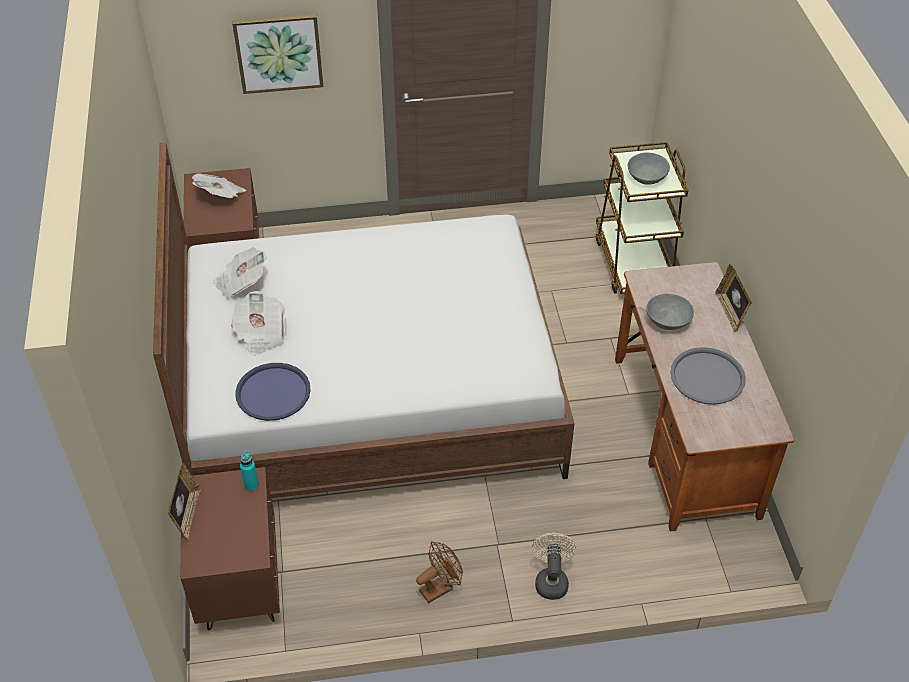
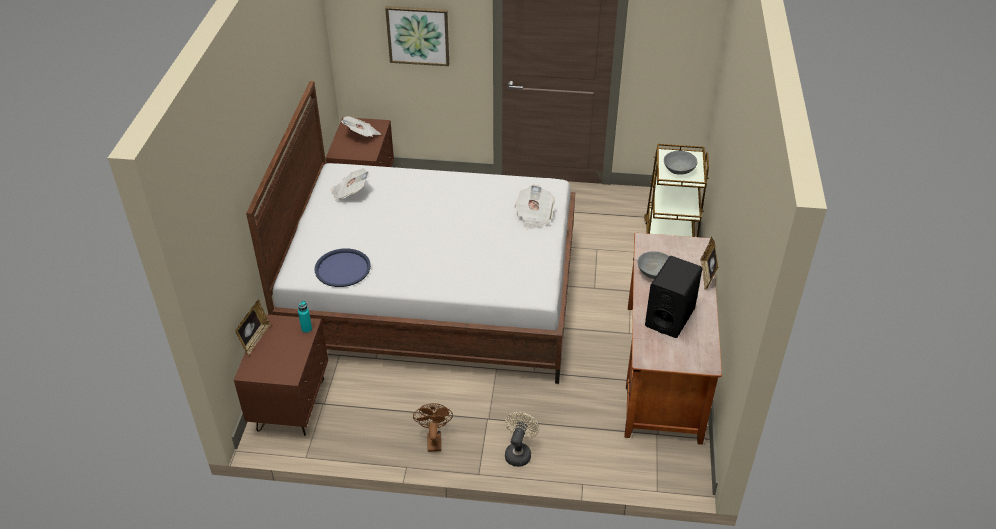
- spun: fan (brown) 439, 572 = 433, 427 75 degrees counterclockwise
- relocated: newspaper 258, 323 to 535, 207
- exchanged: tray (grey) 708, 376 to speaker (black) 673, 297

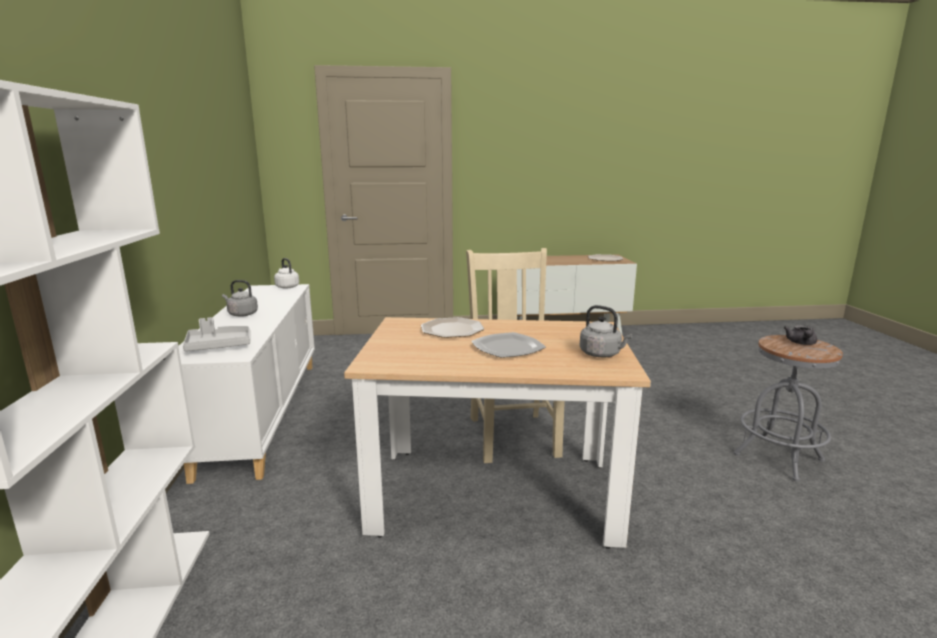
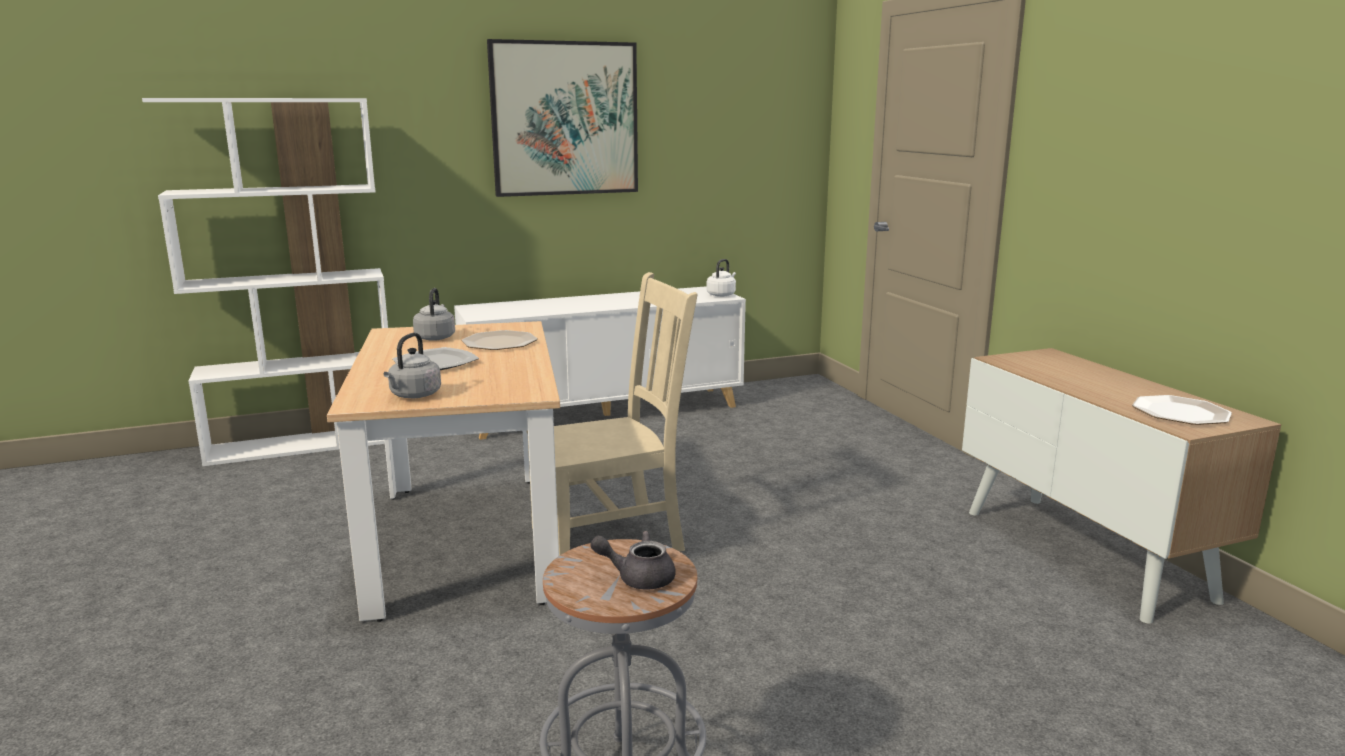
- relocated: kettle (grey) 240, 298 to 434, 314
- appeared: picture 562, 118
- missing: tray (grey) 216, 334

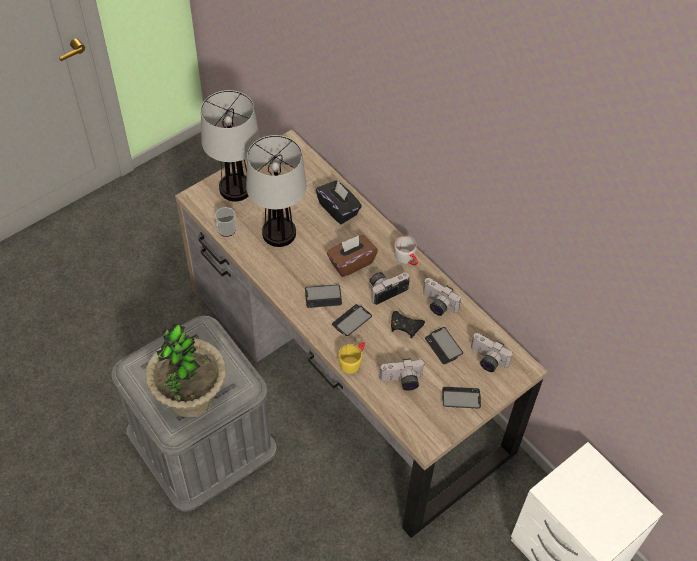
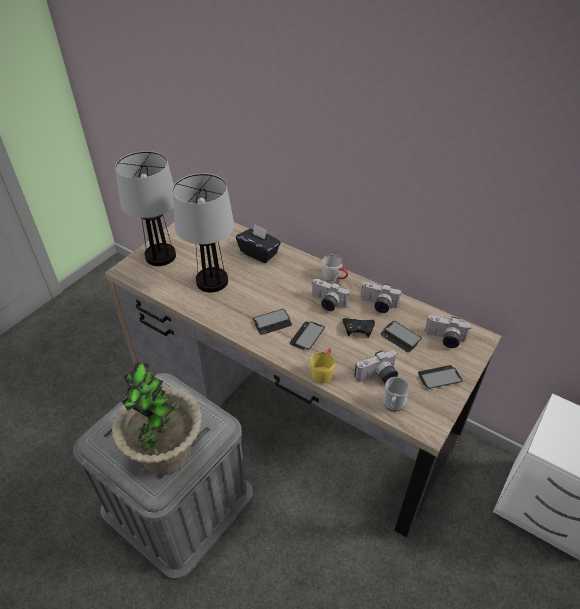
- spun: photo camera 390, 288 = 330, 295 105 degrees counterclockwise
- relocated: mug 225, 222 to 396, 394
- missing: tissue box (brown) 352, 256

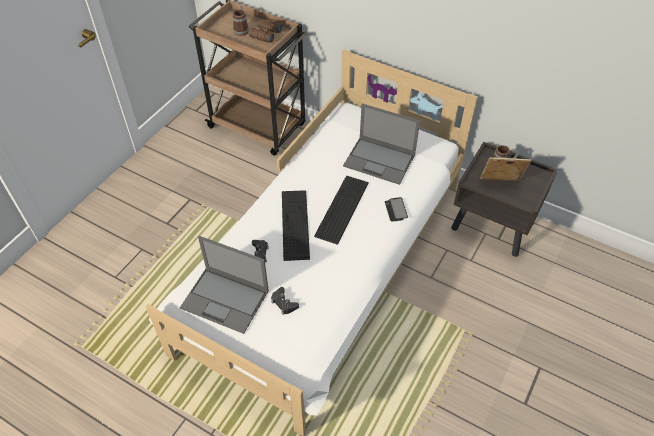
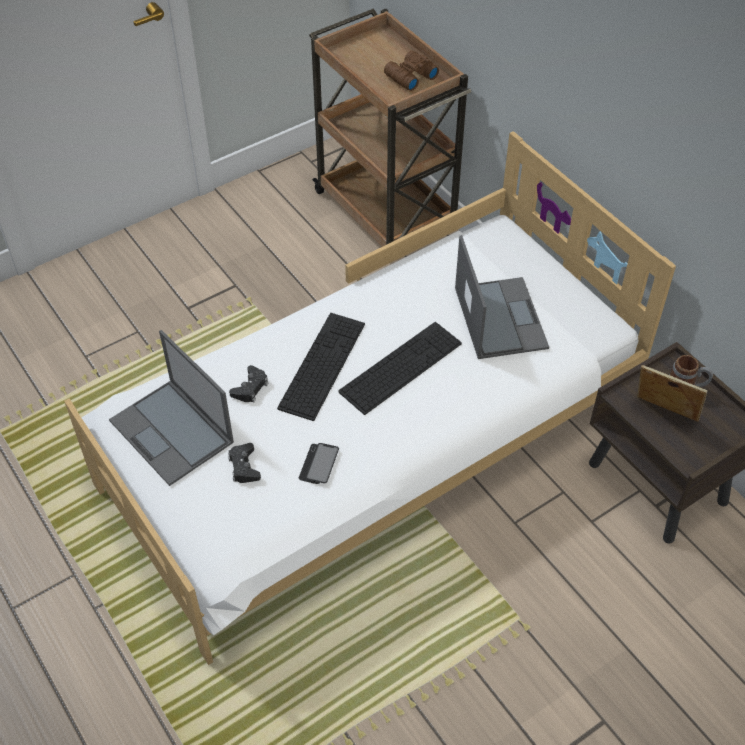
- relocated: phone 396, 209 to 319, 463
- spun: laptop 381, 144 = 502, 297 150 degrees counterclockwise
- missing: mug 241, 21

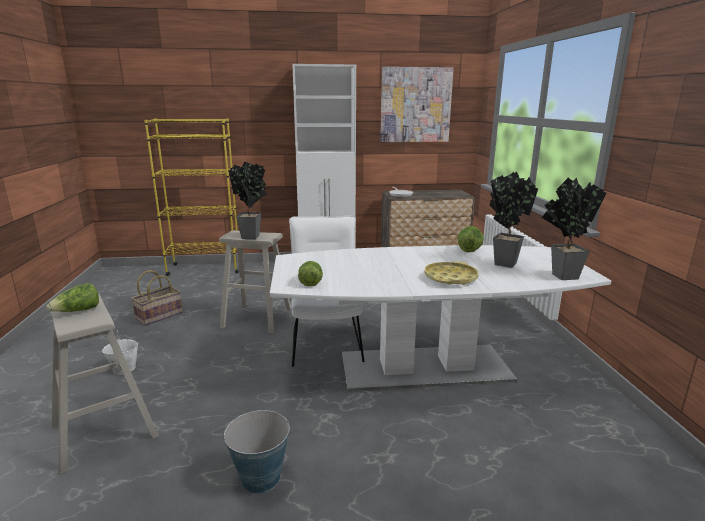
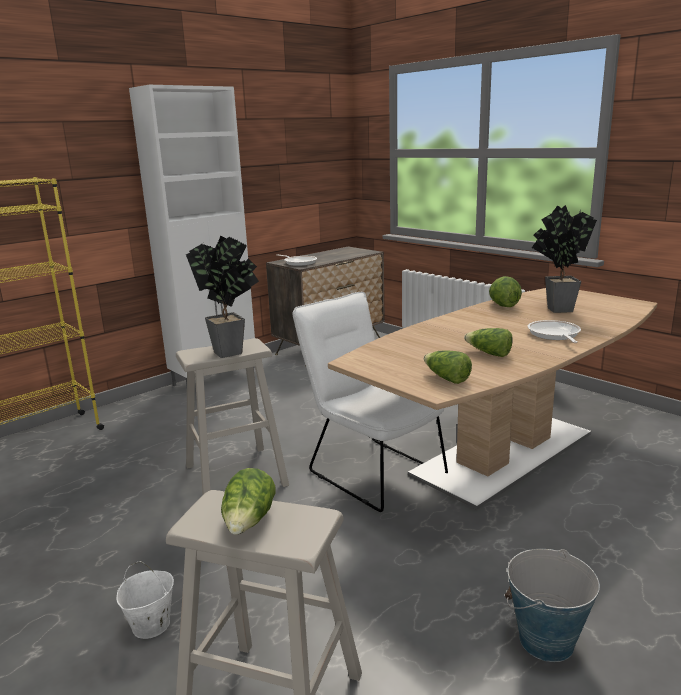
- colour: dining table (white) 440, 318 to dining table (brown) 492, 399
- appeared: lettuce 488, 342
- exchanged: tray (yellow) 451, 273 to frying pan 554, 331
- missing: basket 157, 298
- missing: picture 417, 104
- missing: potted plant 574, 229

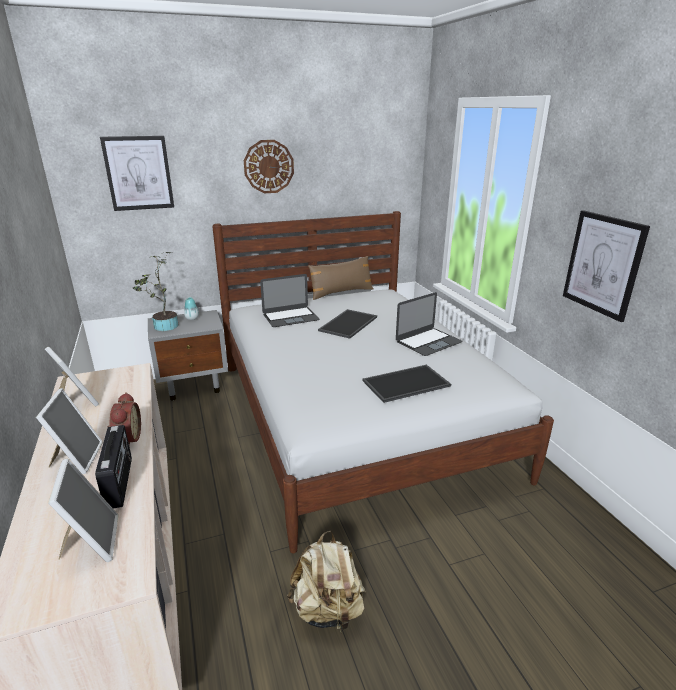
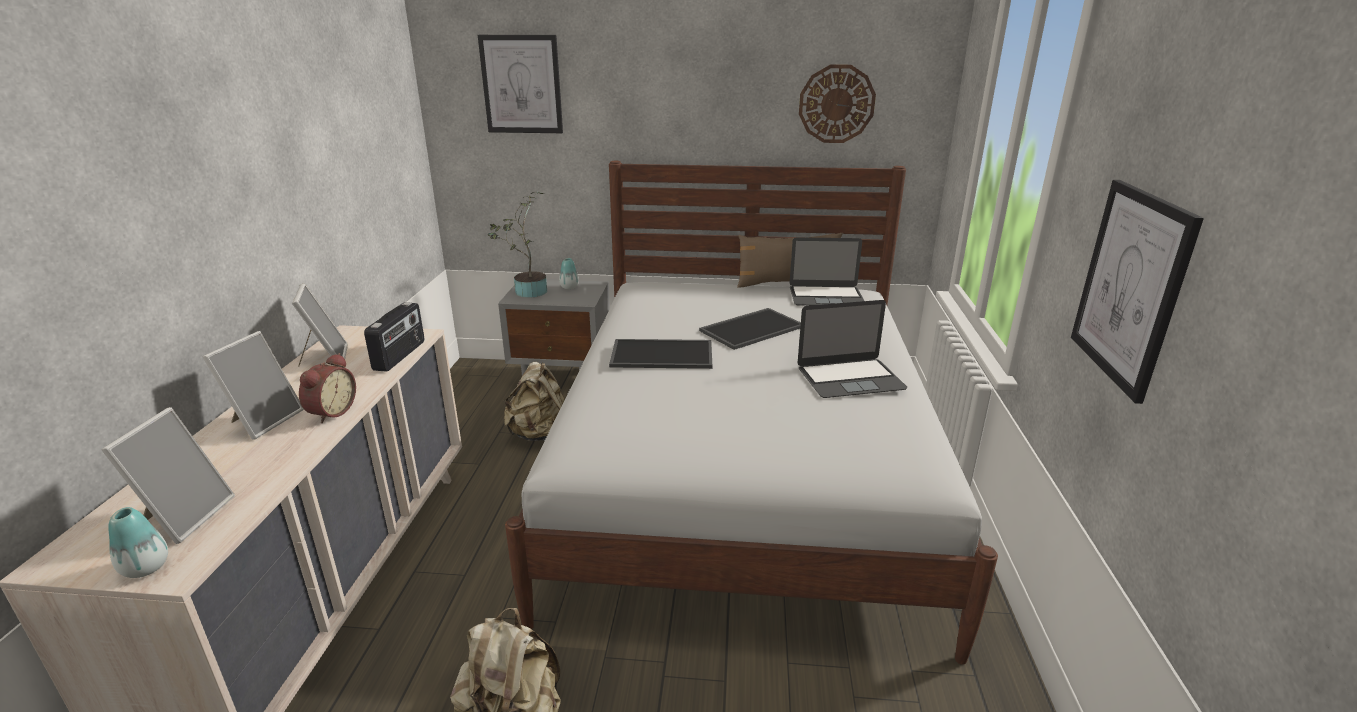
- appeared: vase 138, 542
- relocated: radio 113, 466 to 394, 337
- appeared: backpack (beige) 534, 401
- relocated: tray 407, 384 to 661, 354
- relocated: laptop 289, 300 to 827, 271
- relocated: wall clock 269, 166 to 837, 104

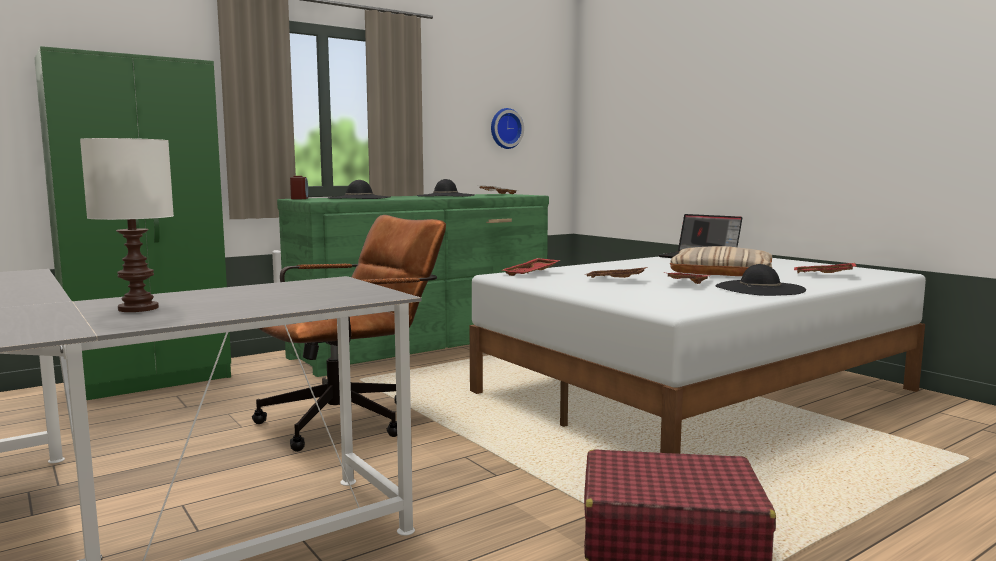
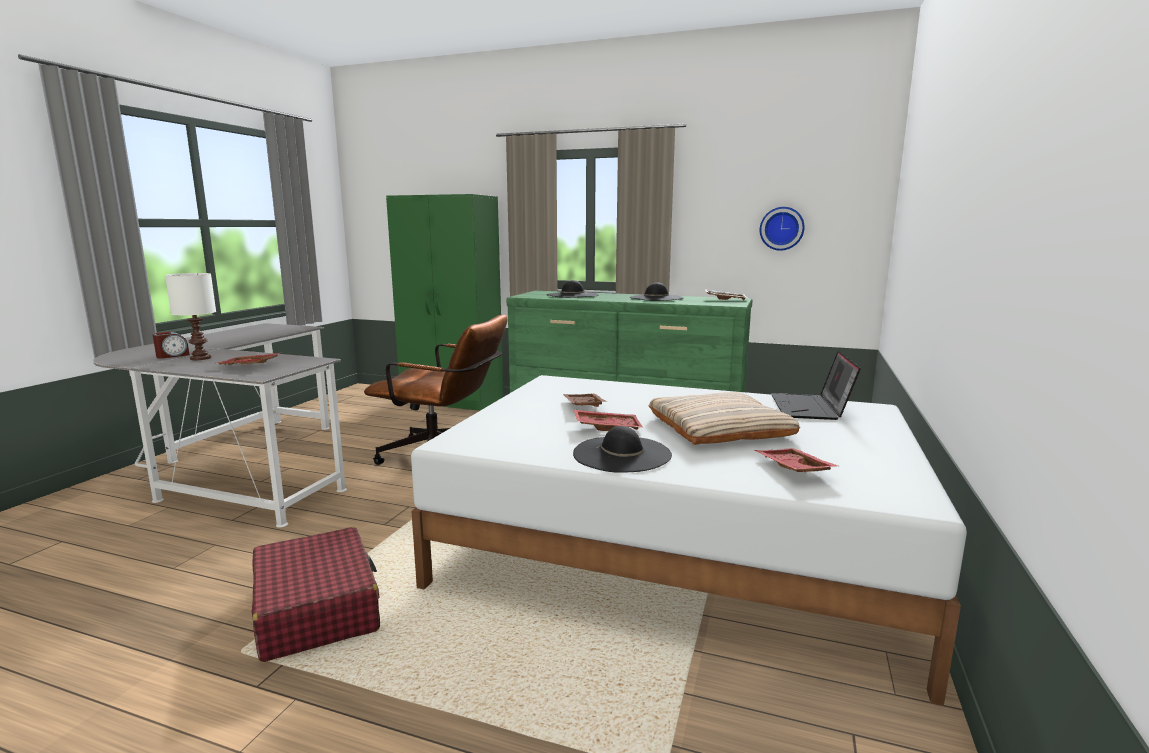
- relocated: alarm clock 299, 187 to 171, 345
- relocated: tray (red) 531, 267 to 250, 358

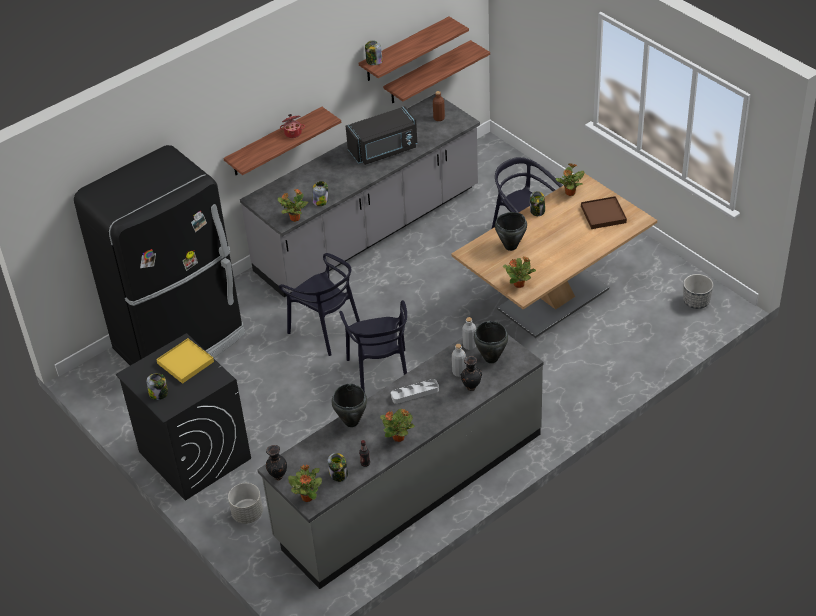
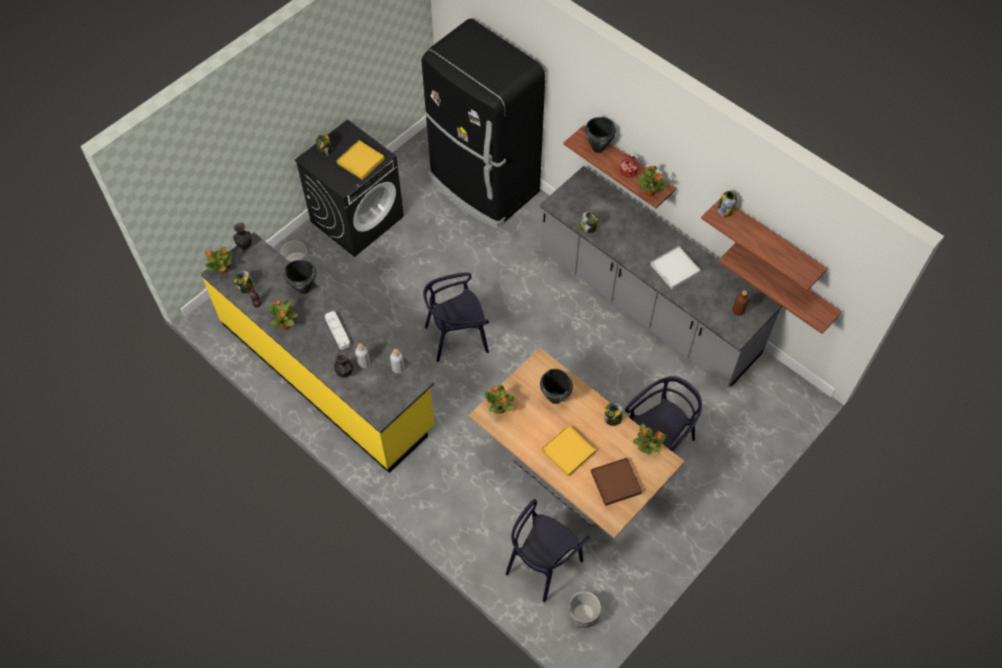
- colour: counter (grey) 400, 454 to counter (yellow) 317, 352
- relocated: chair (black) 319, 304 to 548, 550
- appeared: tray (yellow) 568, 451
- relocated: cooking pot (black) 491, 342 to 600, 135
- relocated: potted plant 293, 205 to 652, 181
- exchanged: microwave (black) 382, 135 to tray (white) 675, 267

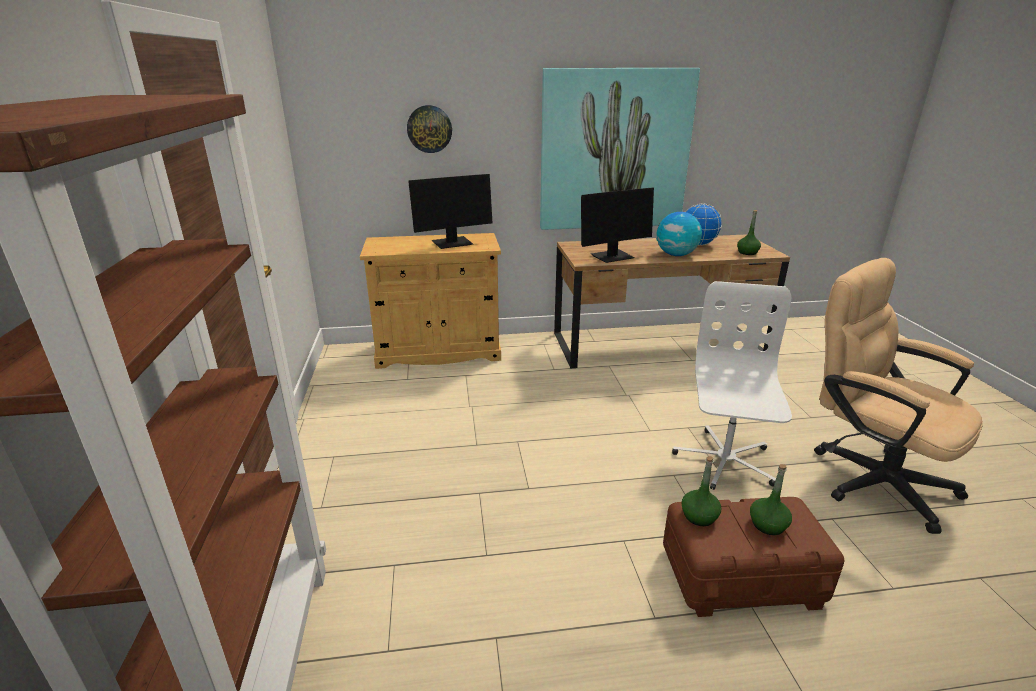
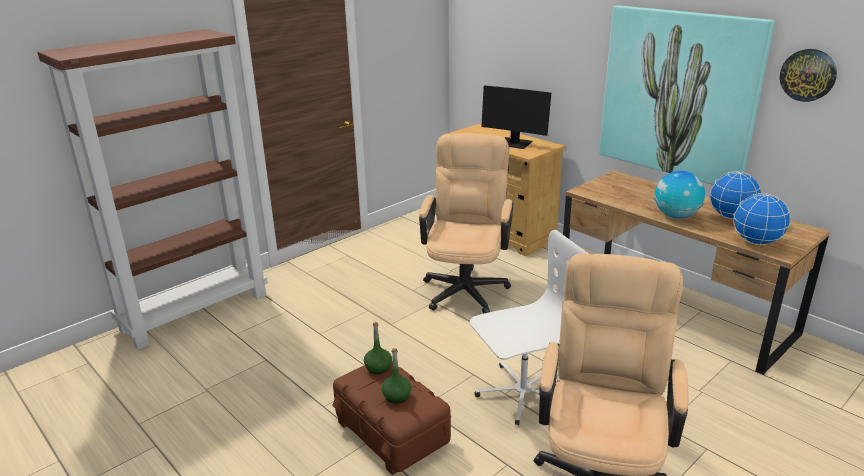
- appeared: office chair (beige) 466, 224
- exchanged: bottle (green) 749, 232 to globe 762, 219
- relocated: wall clock 429, 129 to 808, 75
- missing: monitor 617, 225

